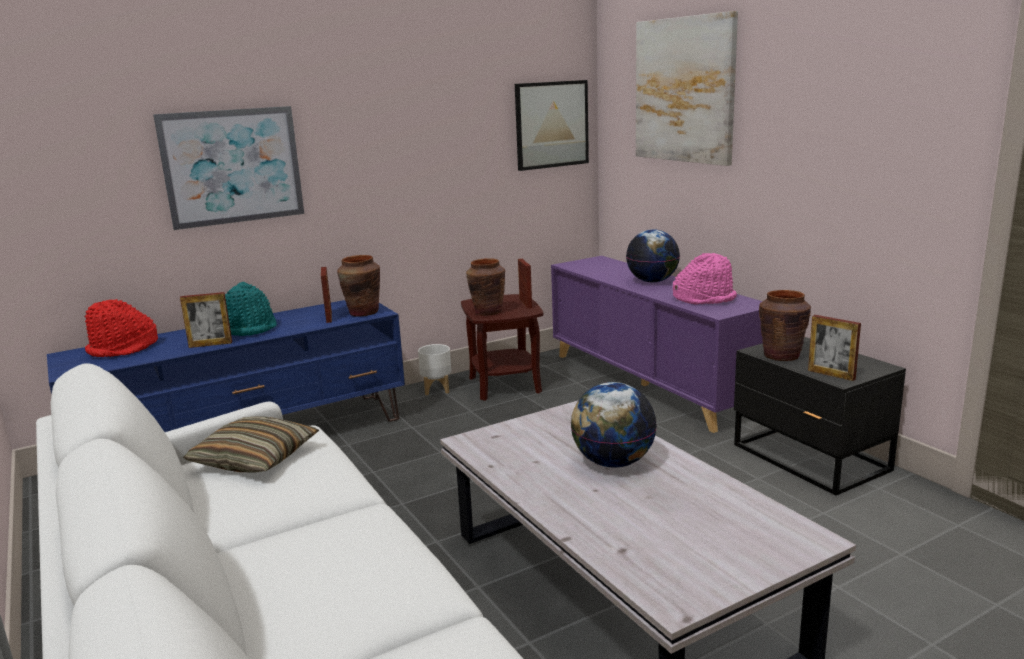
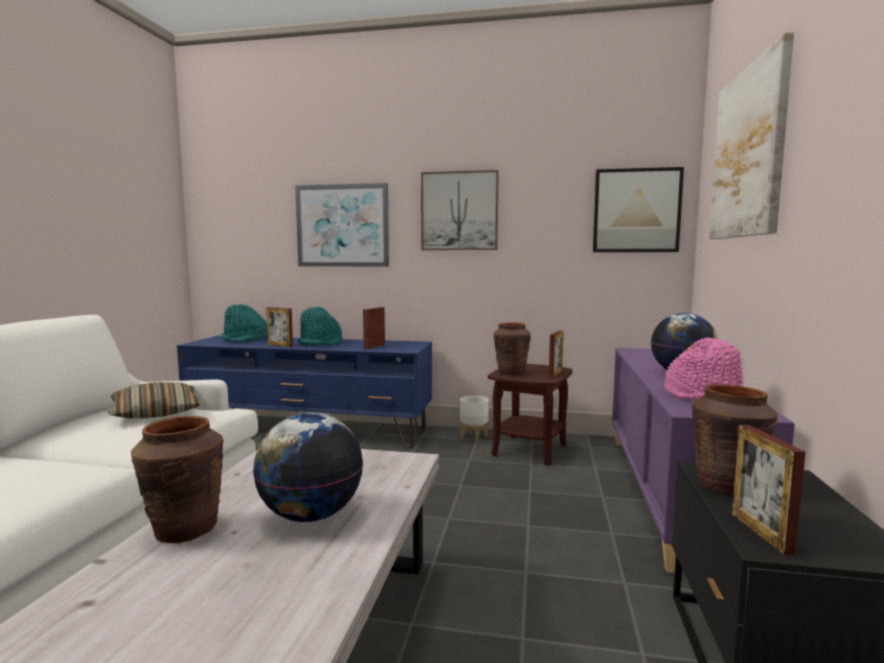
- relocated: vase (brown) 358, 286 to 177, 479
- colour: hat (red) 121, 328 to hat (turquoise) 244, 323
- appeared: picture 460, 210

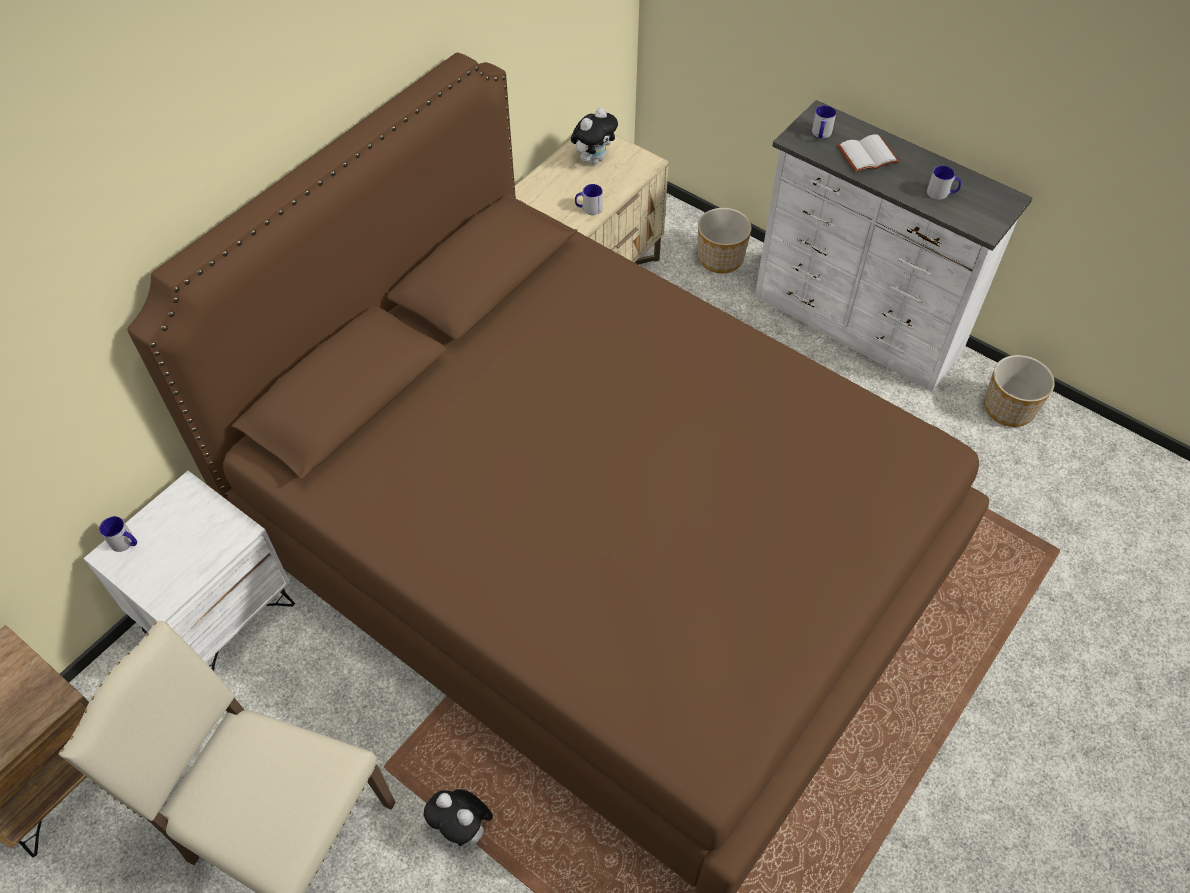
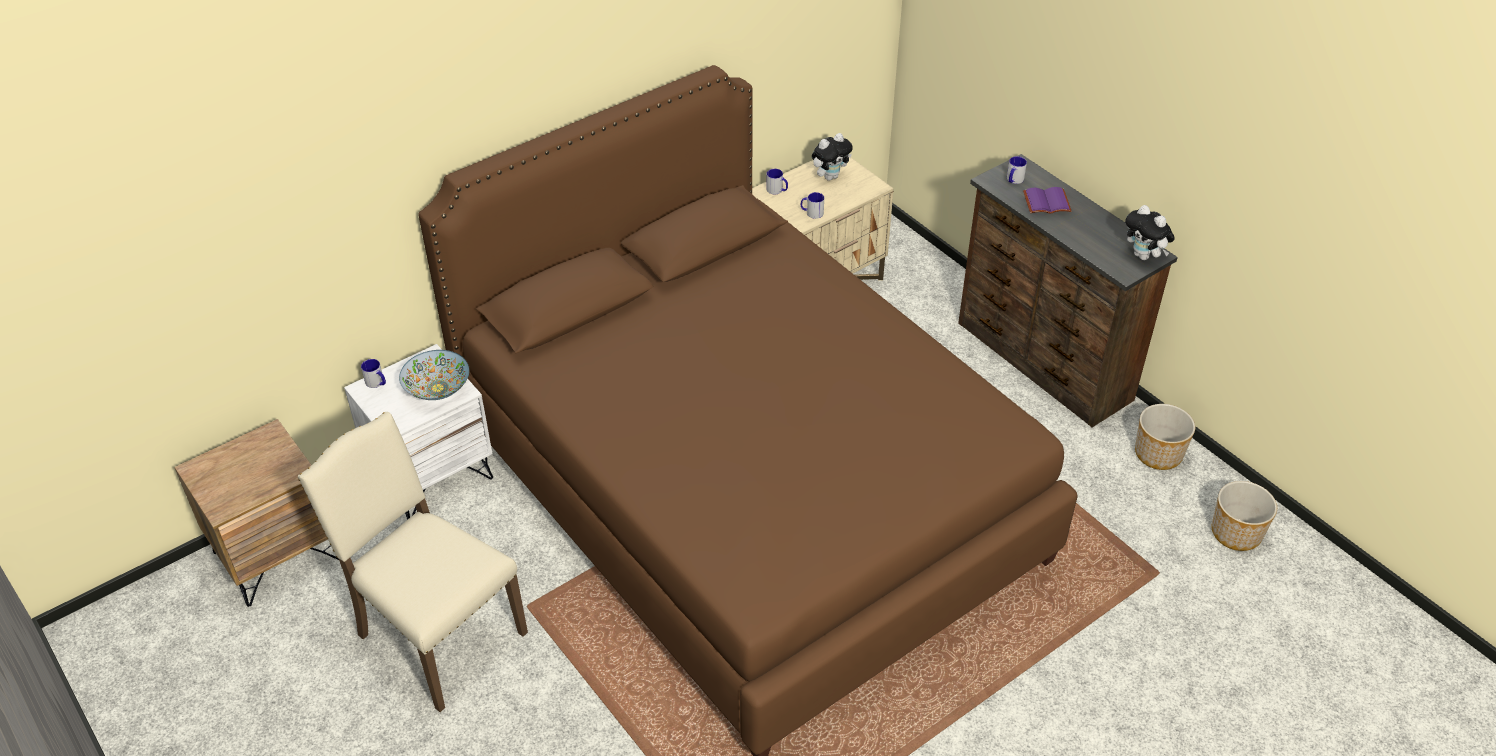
- appeared: bowl 434, 375
- relocated: mug 944, 183 to 777, 181
- colour: dresser (white) 894, 245 to dresser (brown) 1068, 290
- colour: book (white) 868, 153 to book (purple) 1047, 200
- relocated: plush toy 458, 817 to 1150, 232
- relocated: planter 725, 240 to 1244, 516

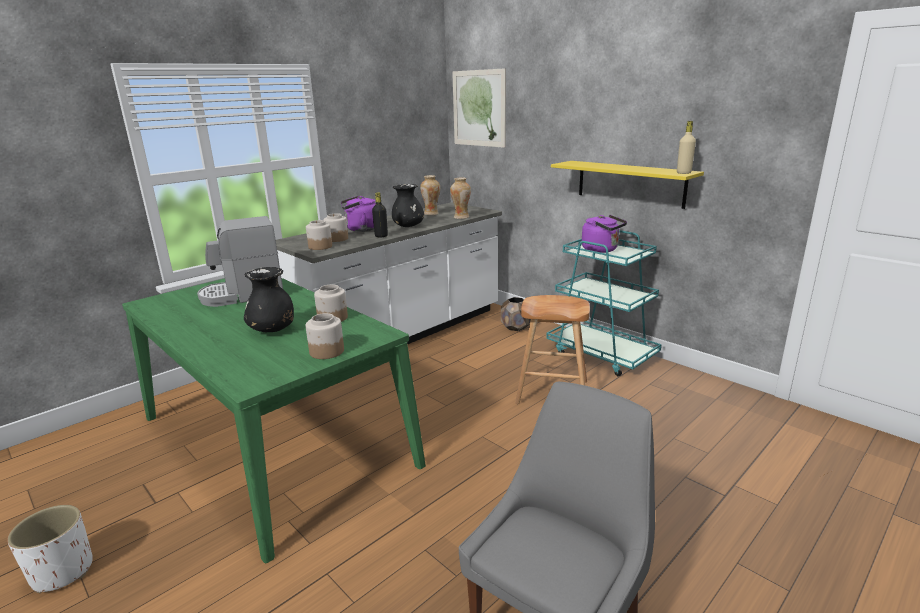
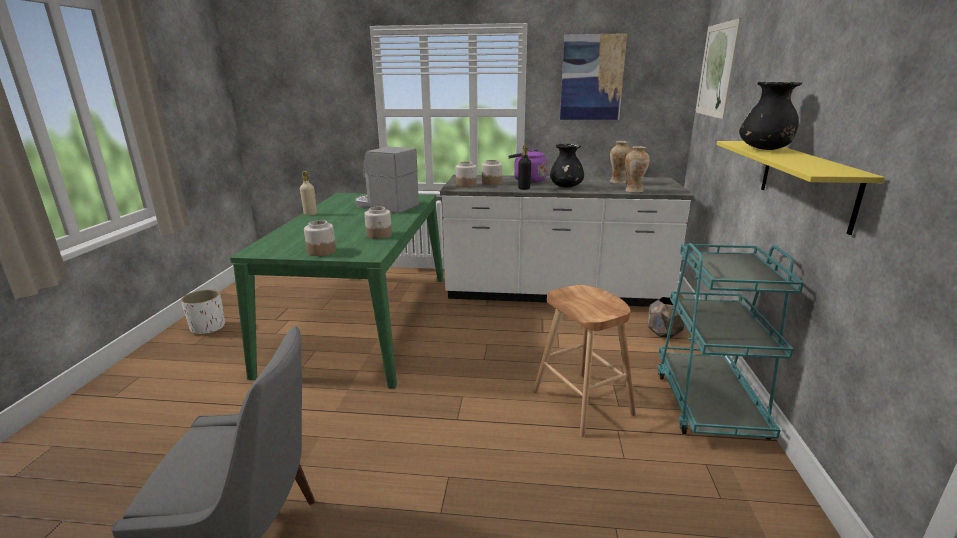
- relocated: bottle (beige) 686, 147 to 308, 193
- appeared: picture 593, 76
- relocated: vase (black) 269, 299 to 770, 116
- missing: kettle (purple) 604, 234

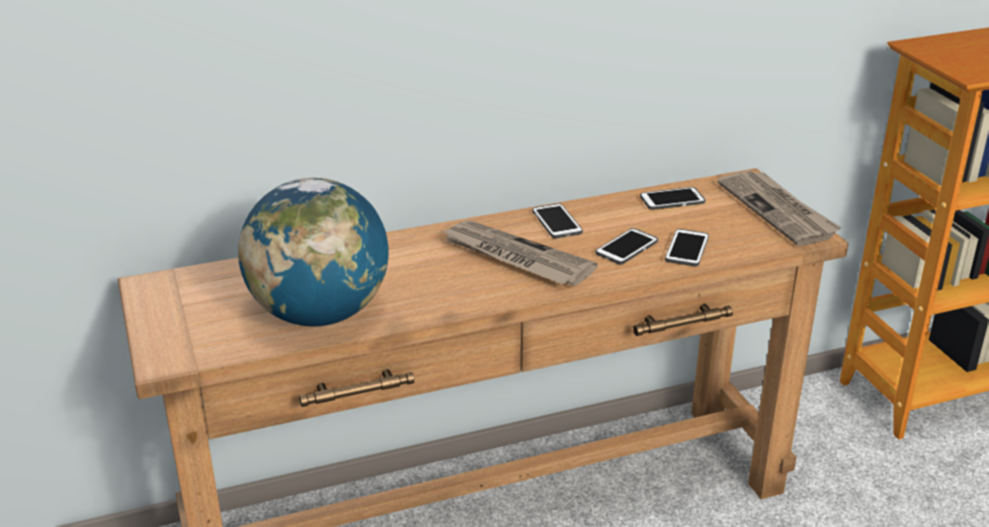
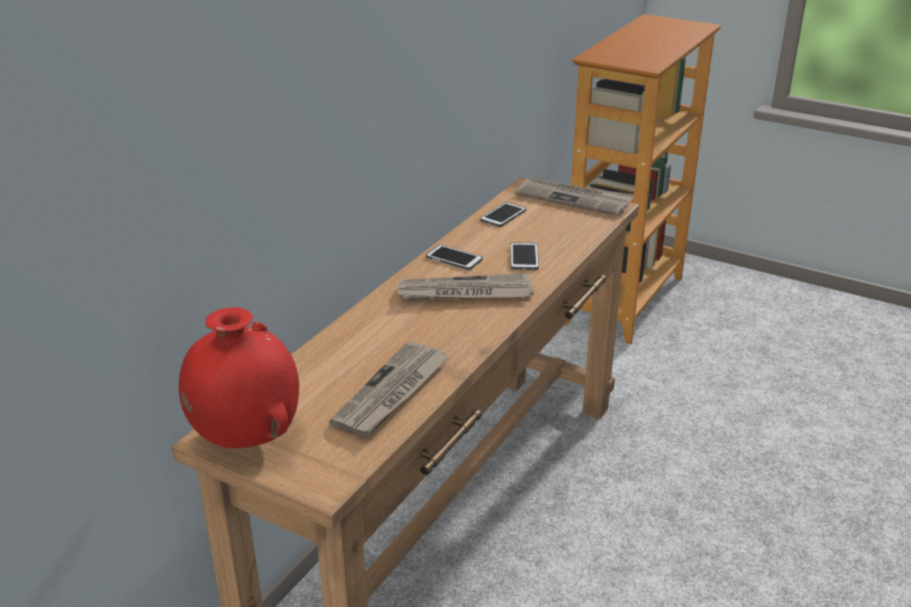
- appeared: vase (red) 239, 377
- exchanged: globe 313, 252 to newspaper 389, 389
- missing: phone 687, 247

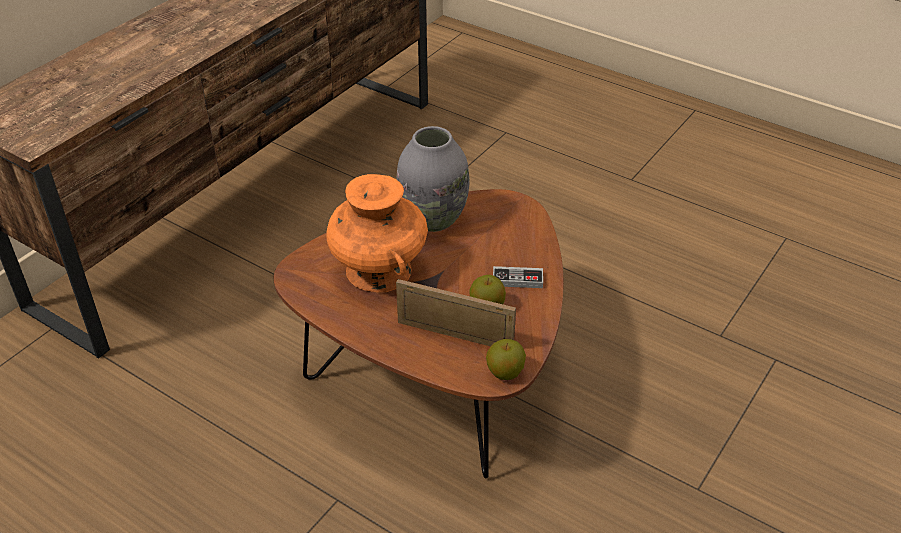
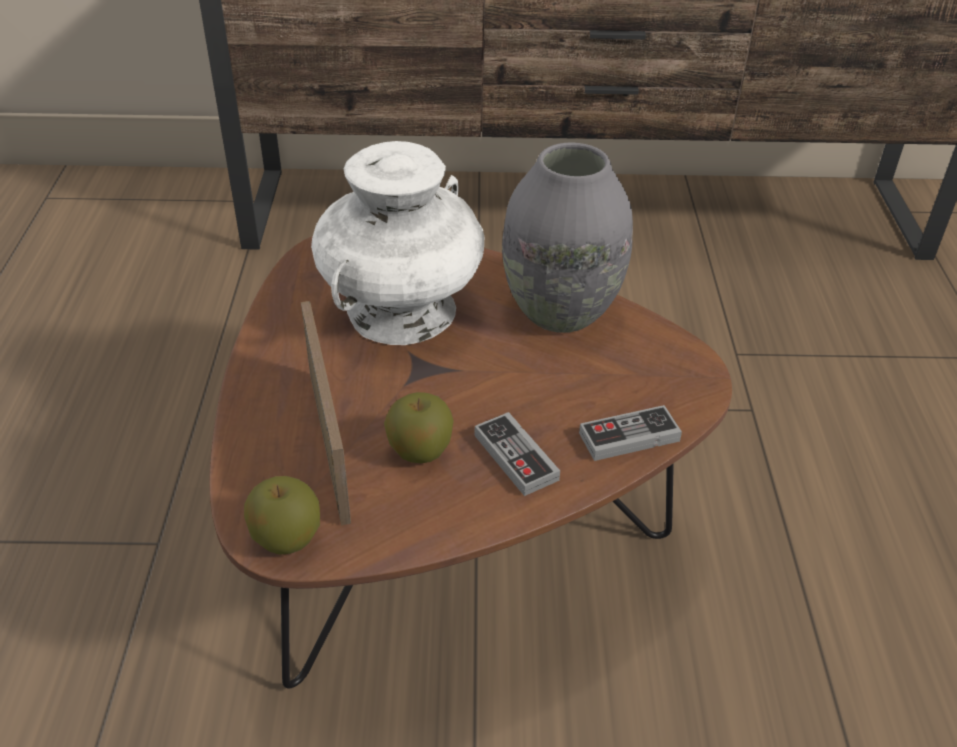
- colour: vase (orange) 377, 233 to vase (white) 397, 243
- appeared: game controller 630, 433

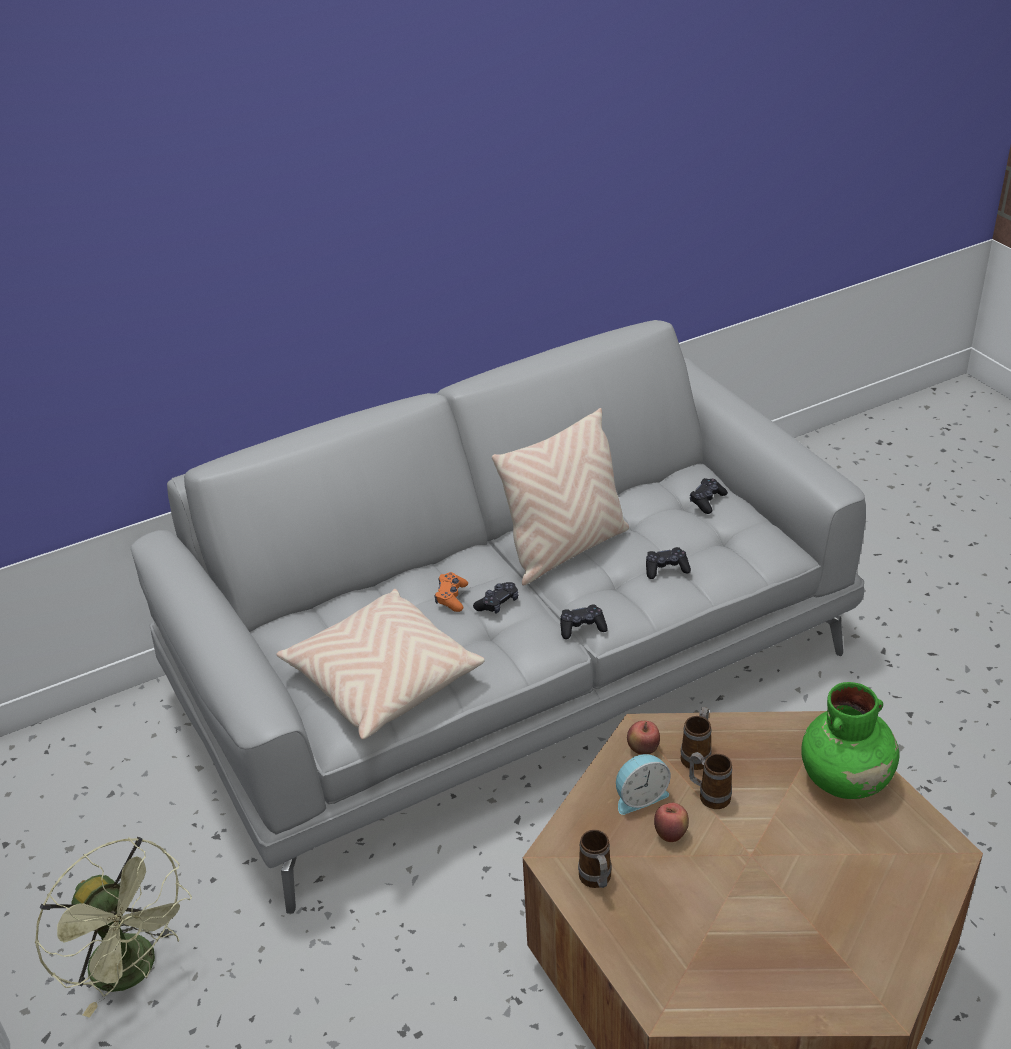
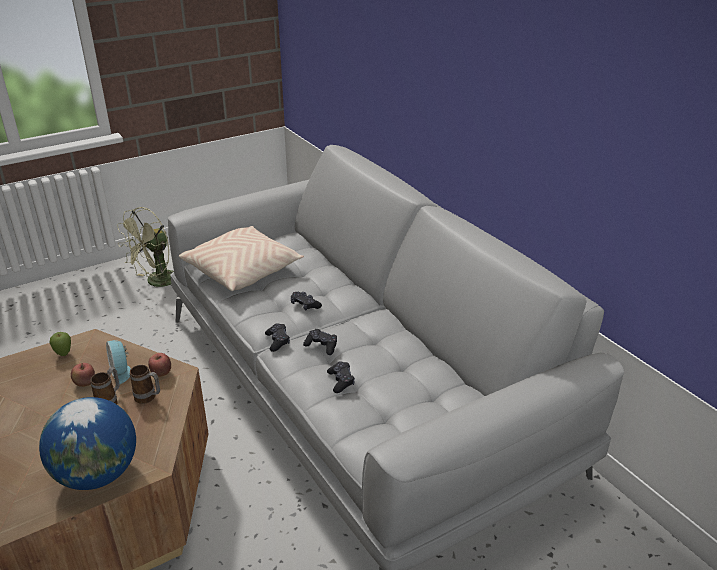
- exchanged: vase (green) 850, 740 to globe 87, 443
- exchanged: mug 595, 859 to apple 60, 344
- relocated: game controller (black) 709, 496 to 320, 342
- missing: game controller (orange) 451, 592
- missing: pillow (beige) 560, 497

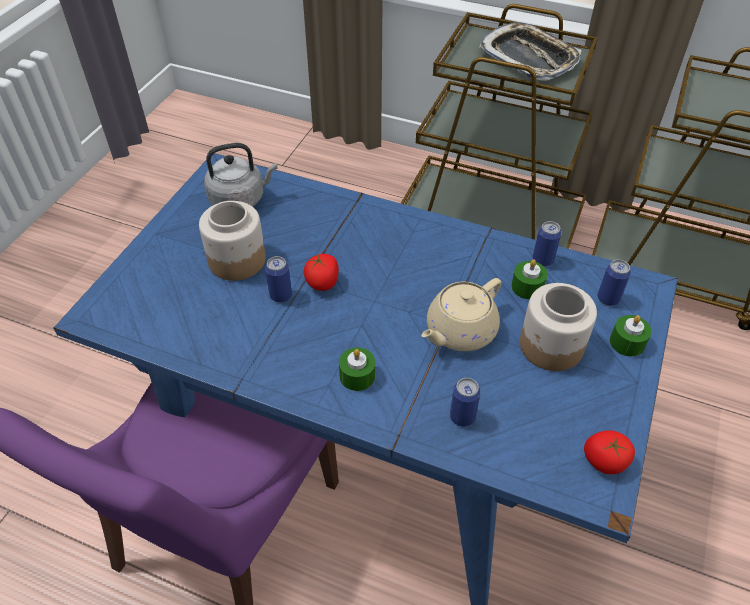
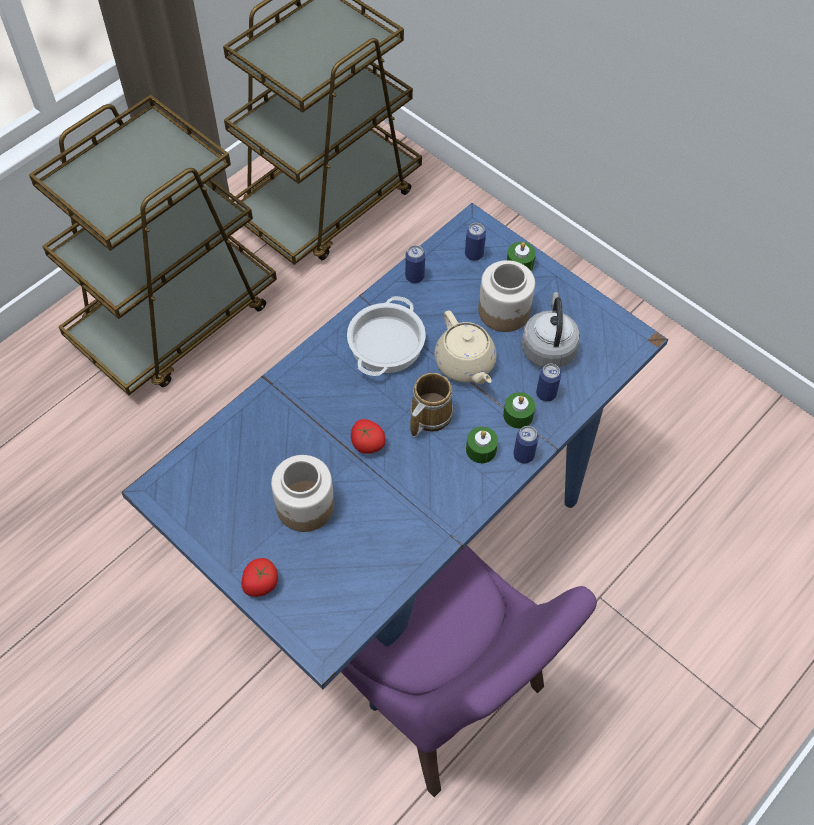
- relocated: tomato 609, 452 to 259, 577
- appeared: cooking pot 386, 336
- appeared: mug 431, 405
- relocated: candle (green) 529, 279 to 519, 410
- relocated: can 278, 279 to 526, 445
- relocated: kettle (grey) 241, 175 to 550, 330
- missing: tray 530, 51

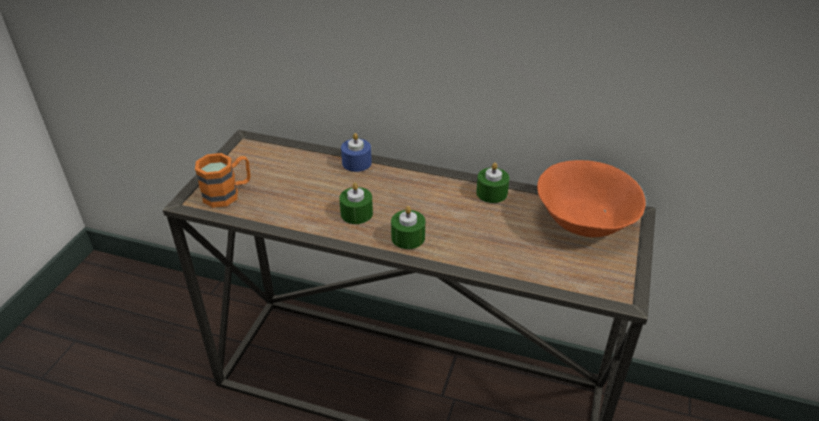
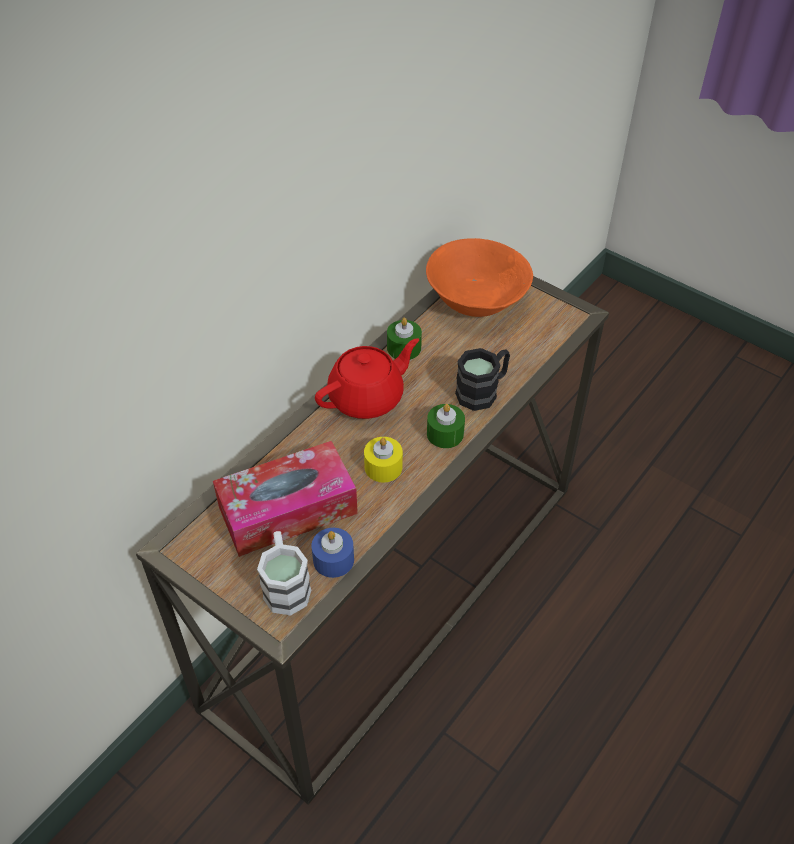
- appeared: tissue box 285, 499
- colour: mug (orange) 223, 180 to mug (white) 284, 573
- relocated: candle (blue) 356, 152 to 332, 553
- appeared: teapot (red) 367, 378
- colour: candle (green) 356, 203 to candle (yellow) 383, 460
- appeared: mug (black) 482, 379

